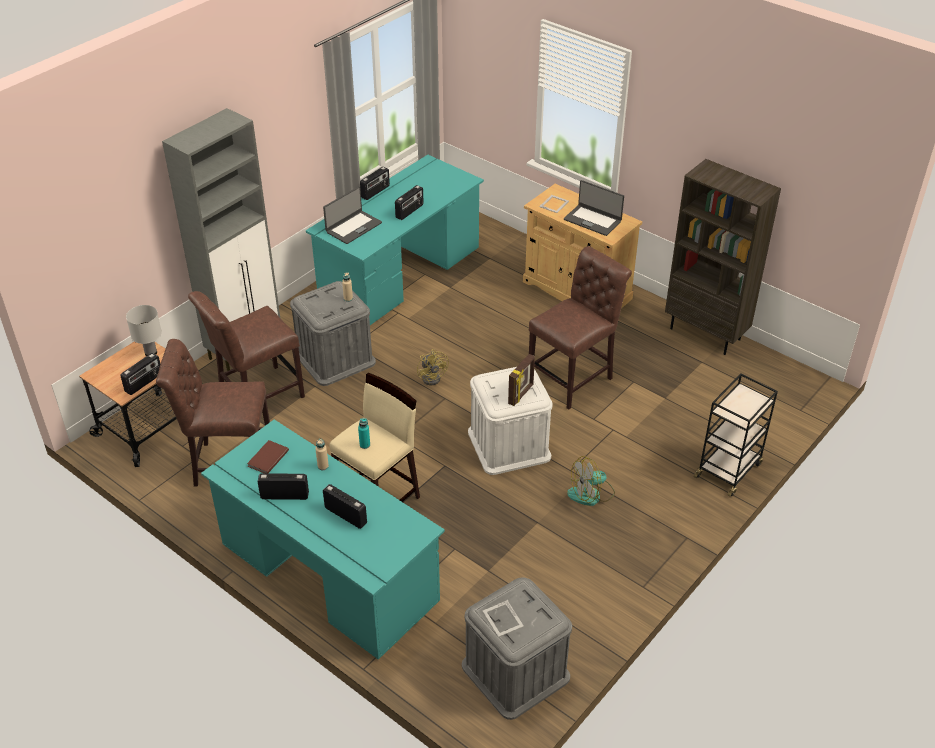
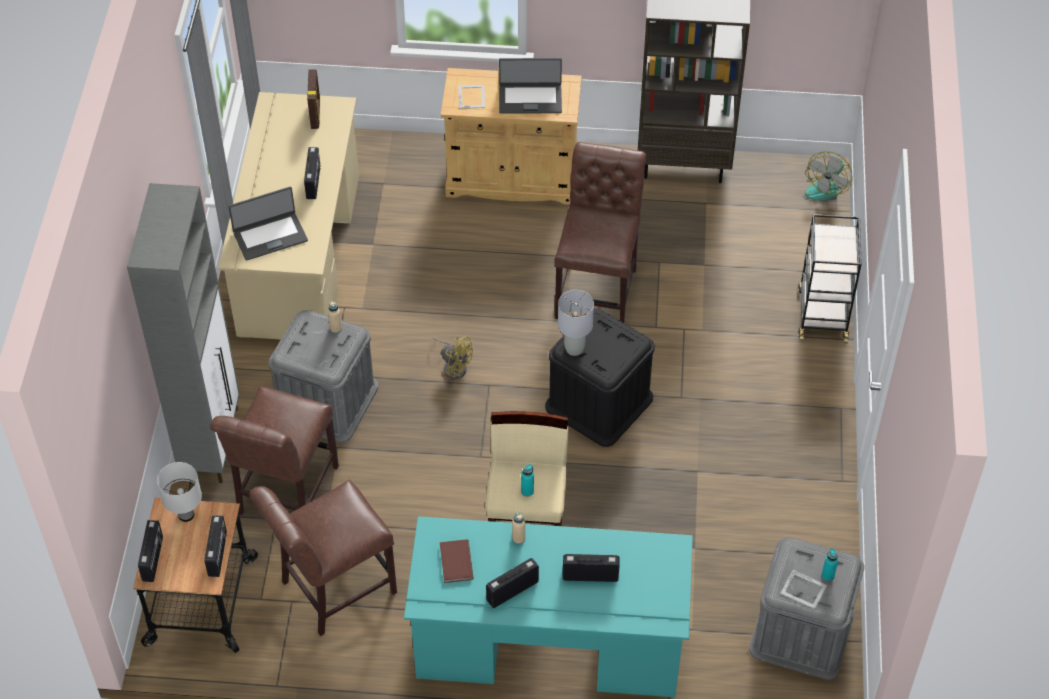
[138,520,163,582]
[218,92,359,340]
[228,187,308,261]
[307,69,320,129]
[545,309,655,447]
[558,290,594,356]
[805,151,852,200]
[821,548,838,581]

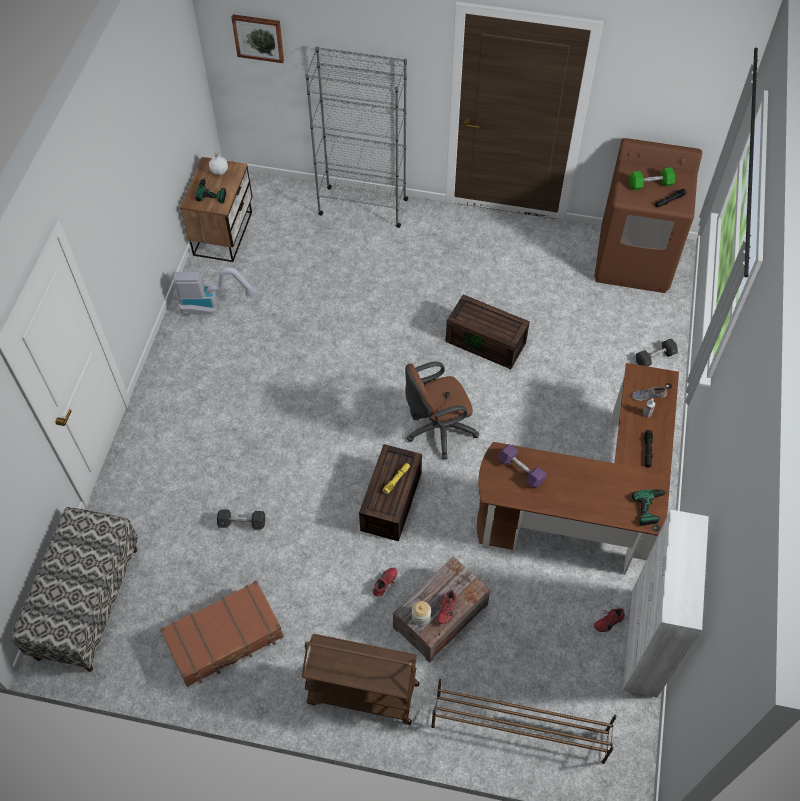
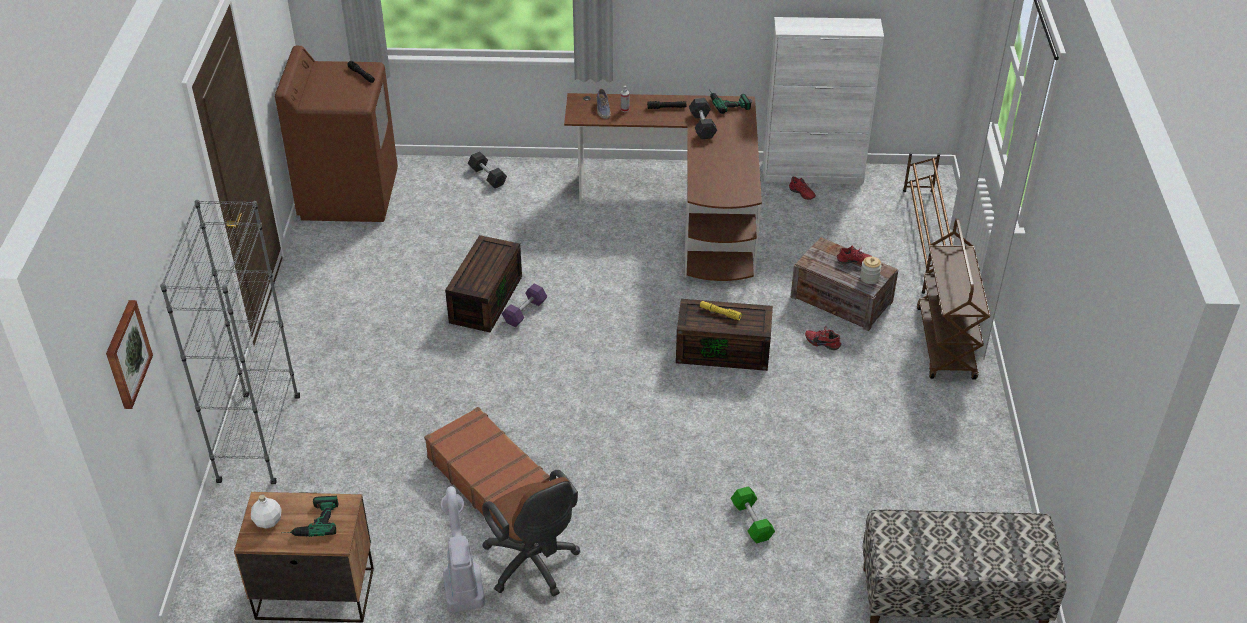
[424,407,550,516]
[482,470,580,597]
[502,284,547,327]
[689,98,717,139]
[731,486,775,543]

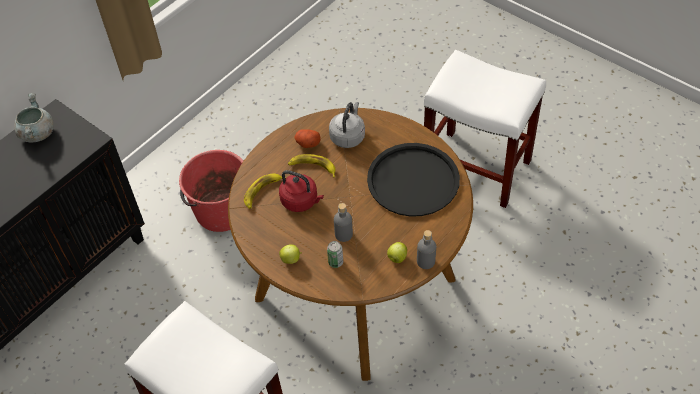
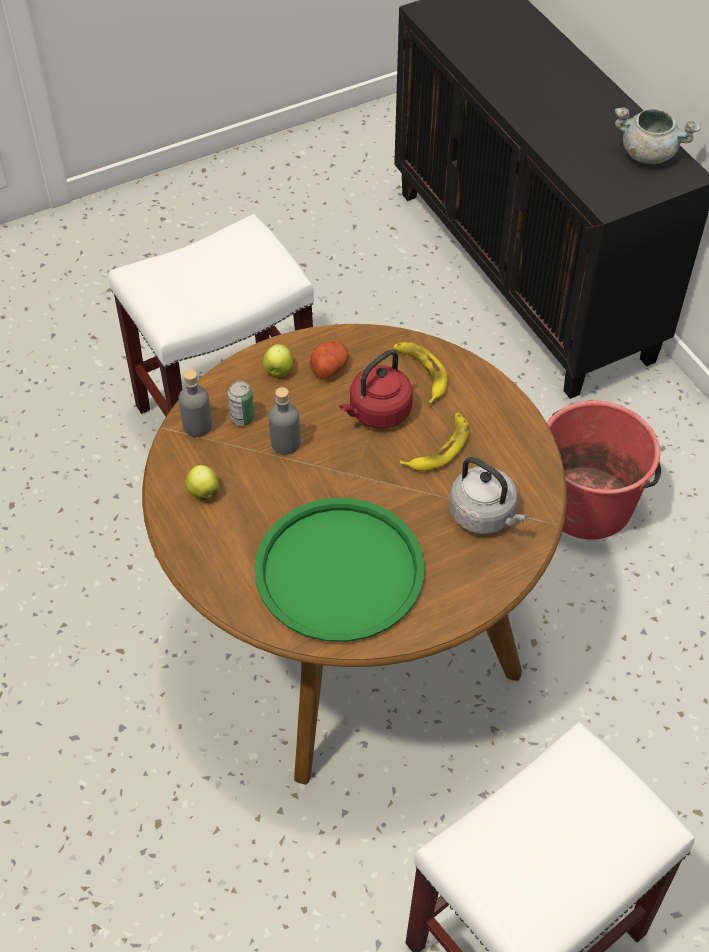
[179,370,212,437]
[255,498,425,642]
[310,341,349,380]

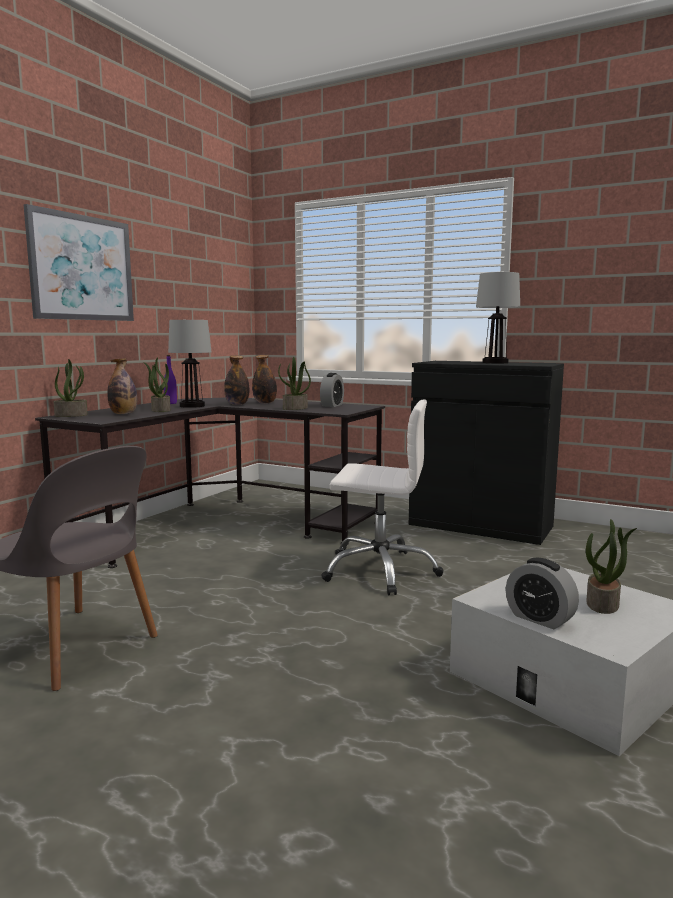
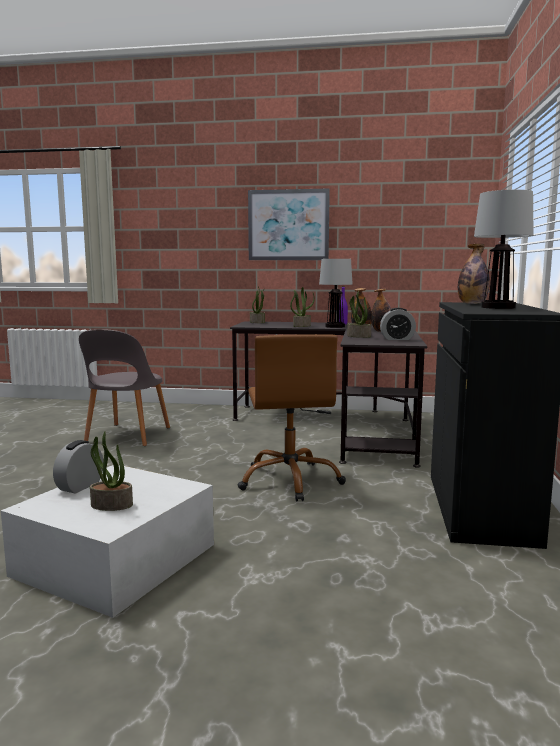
[238,334,346,502]
[458,244,490,304]

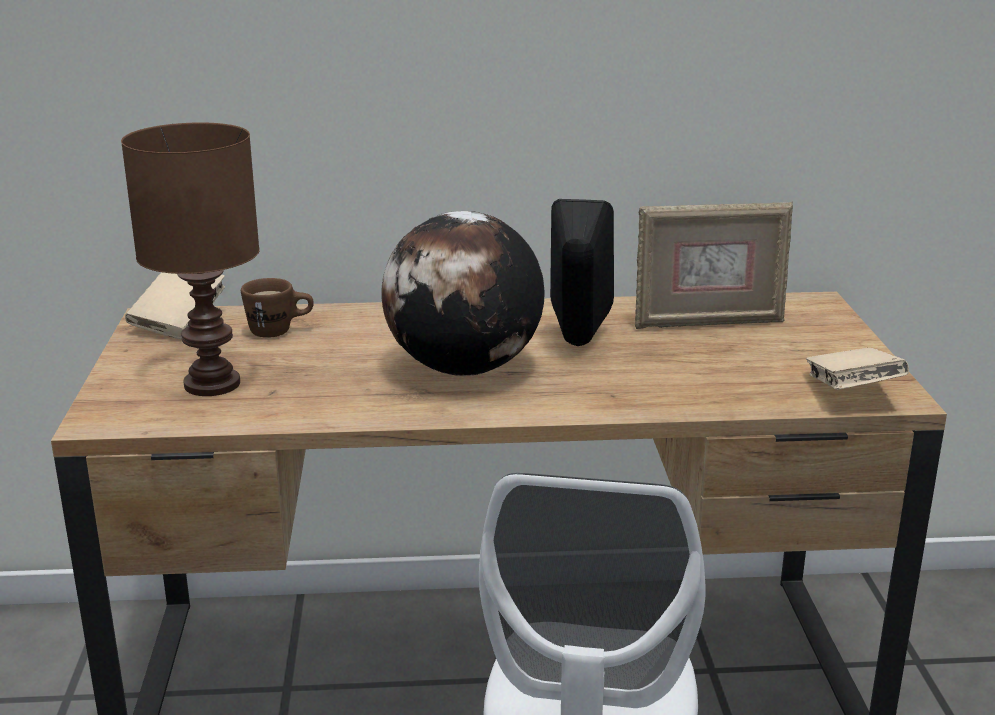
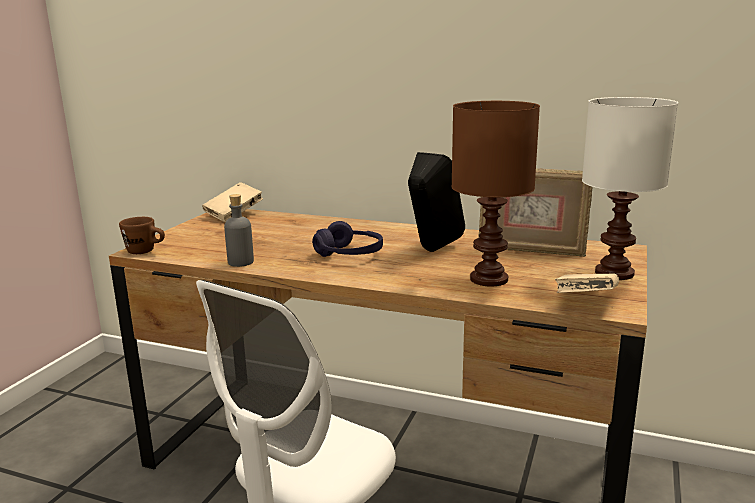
[119,217,165,254]
[224,194,254,267]
[313,221,383,257]
[451,101,540,287]
[582,97,678,280]

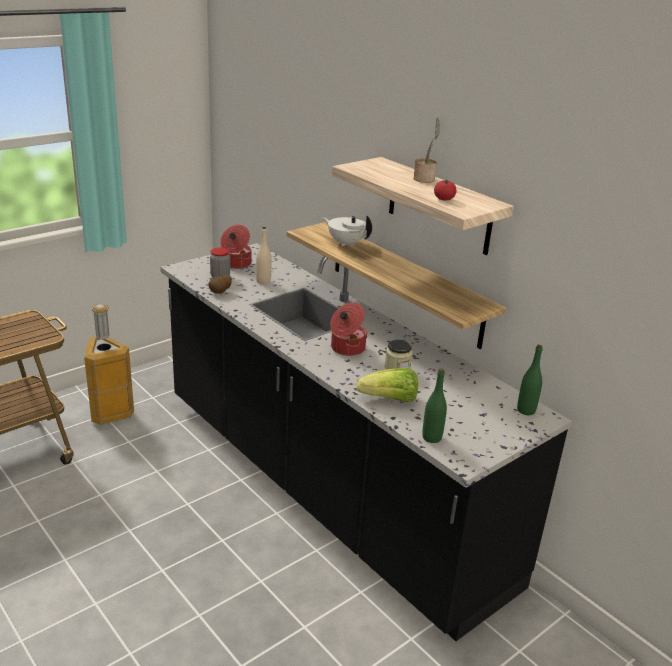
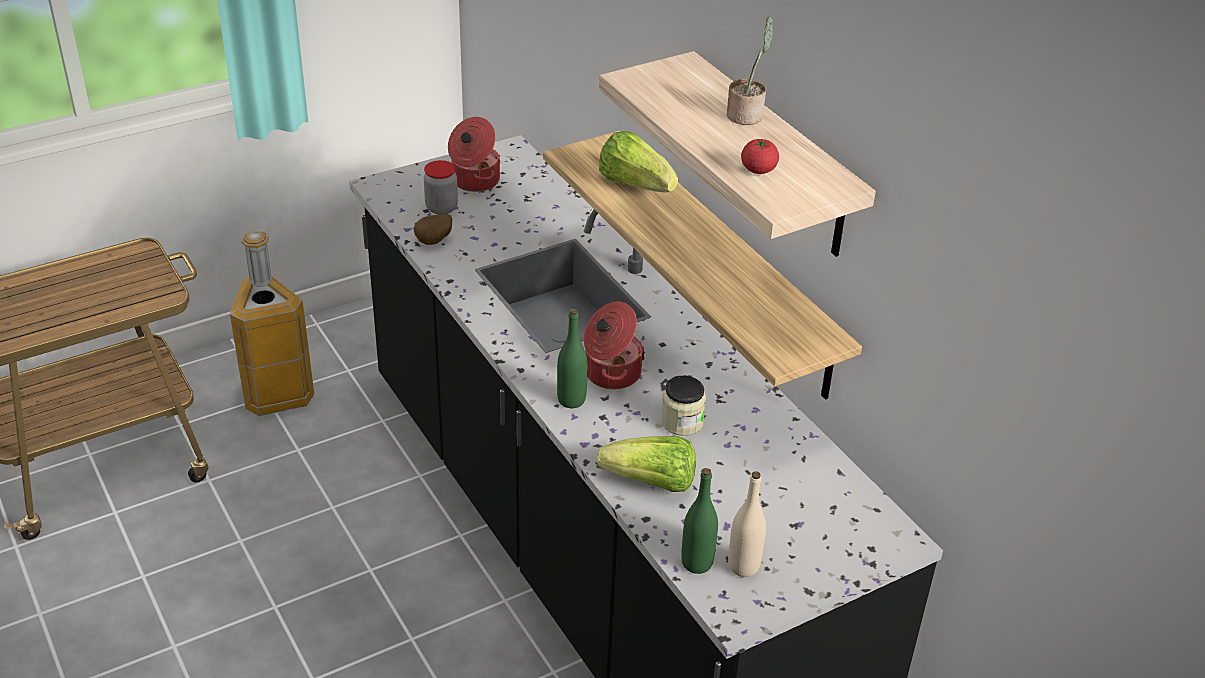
[557,309,588,408]
[599,131,678,192]
[728,471,766,577]

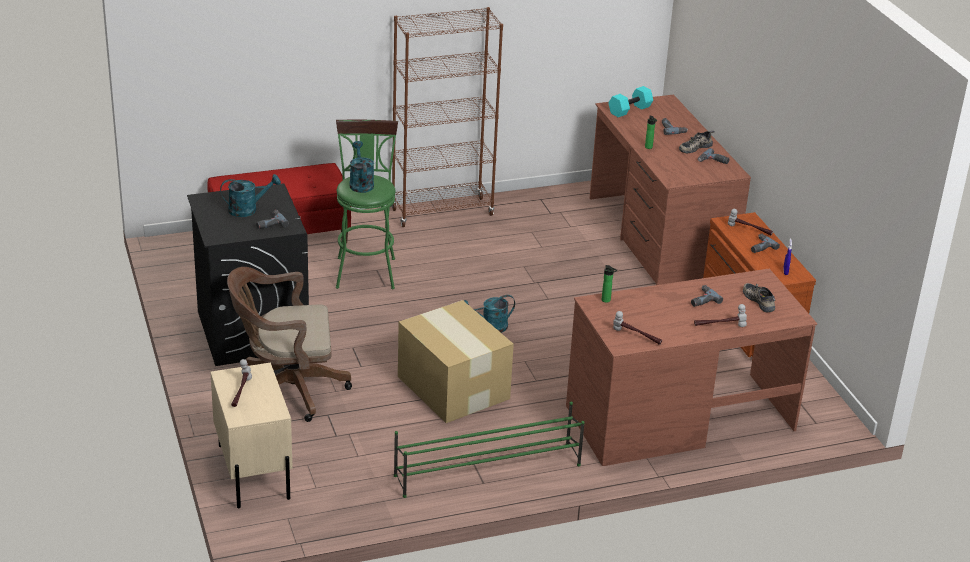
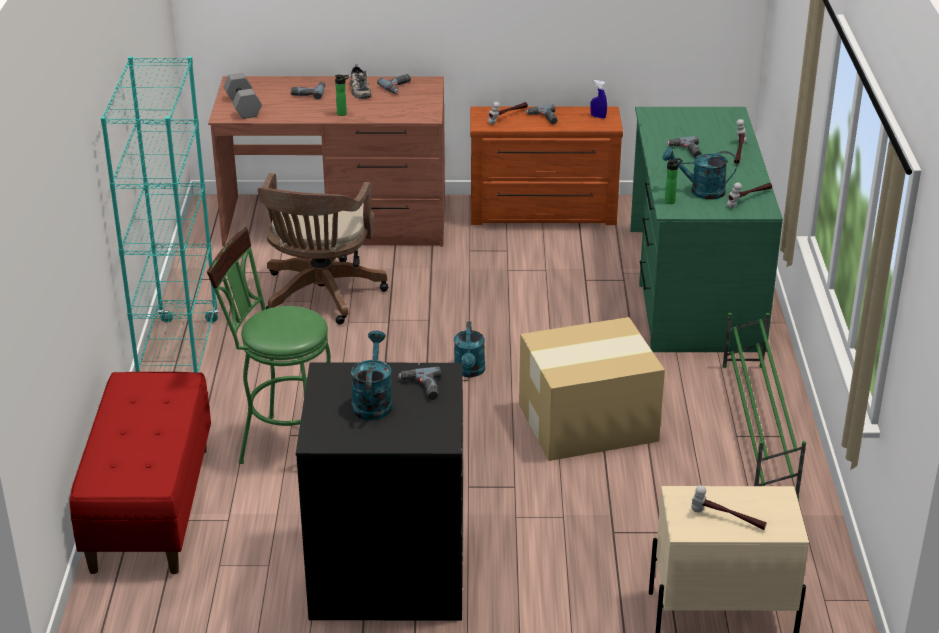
[100,56,219,372]
[223,73,262,119]
[258,173,388,325]
[630,107,783,352]
[662,148,737,200]
[743,283,775,313] (first image)

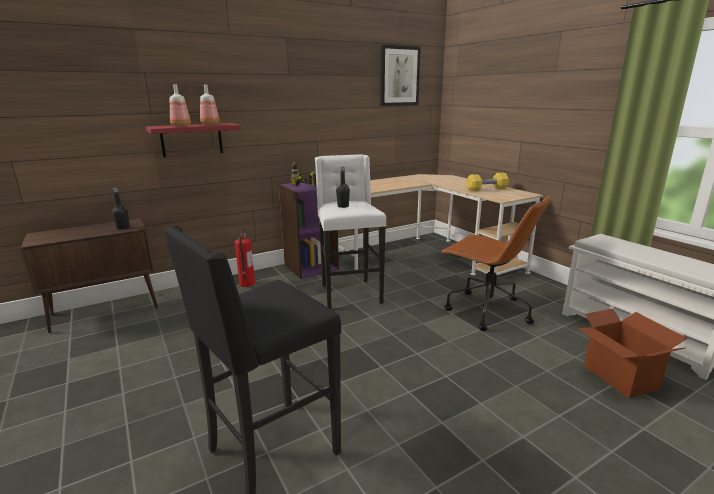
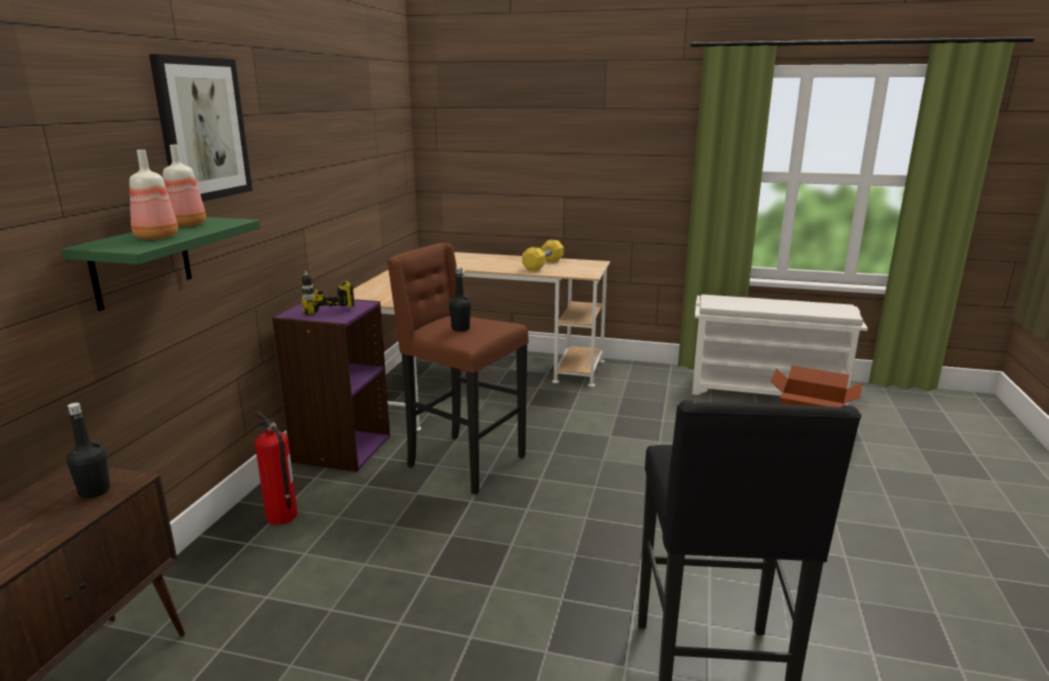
[61,217,260,311]
[149,54,252,201]
[387,243,528,495]
[440,196,551,331] (first image)

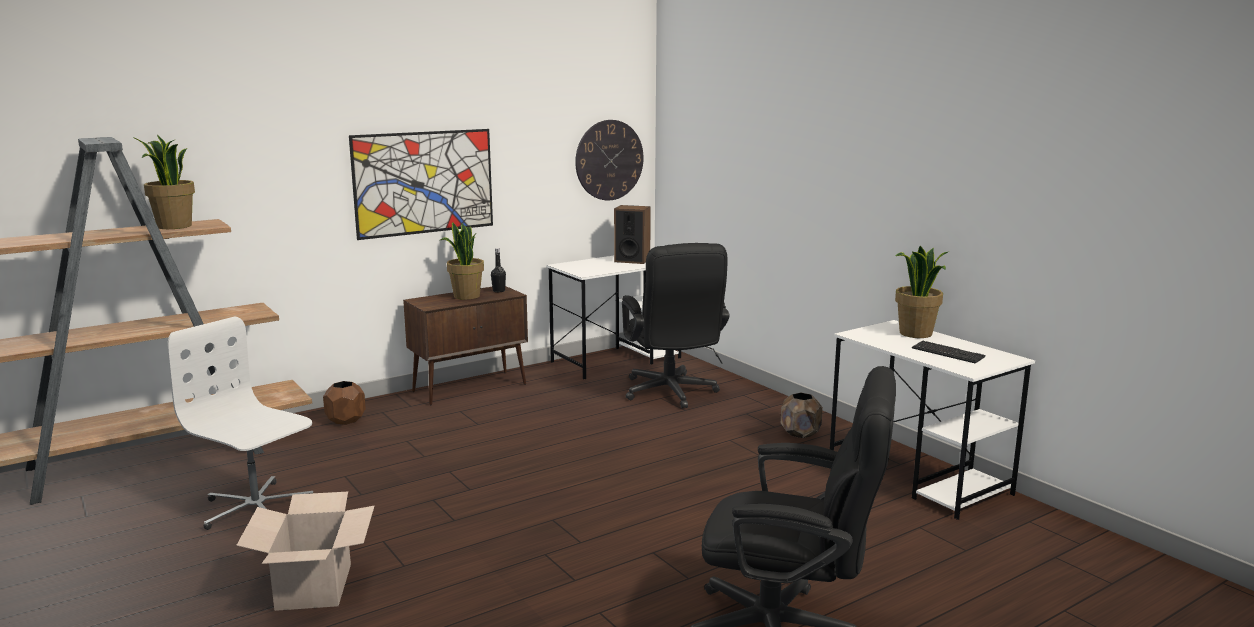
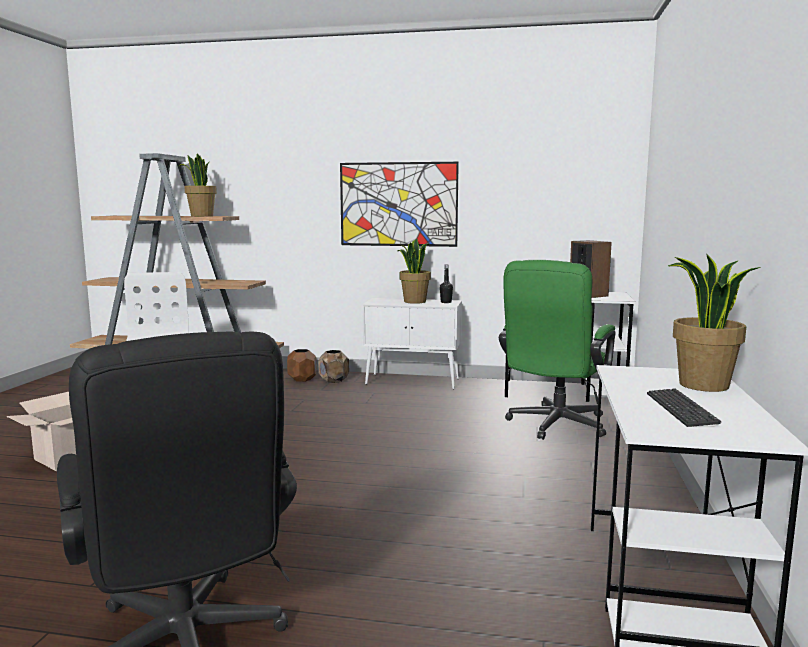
[318,350,349,383]
[362,298,462,390]
[499,260,616,440]
[575,120,644,200] (first image)

